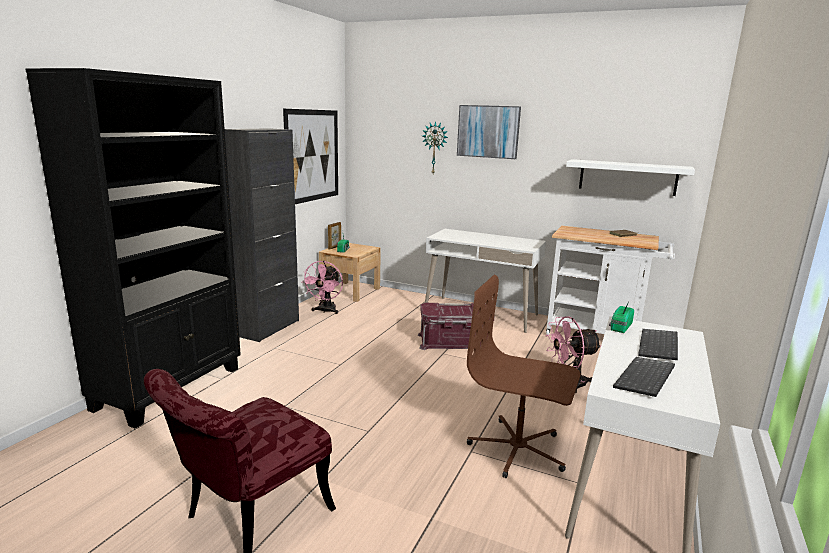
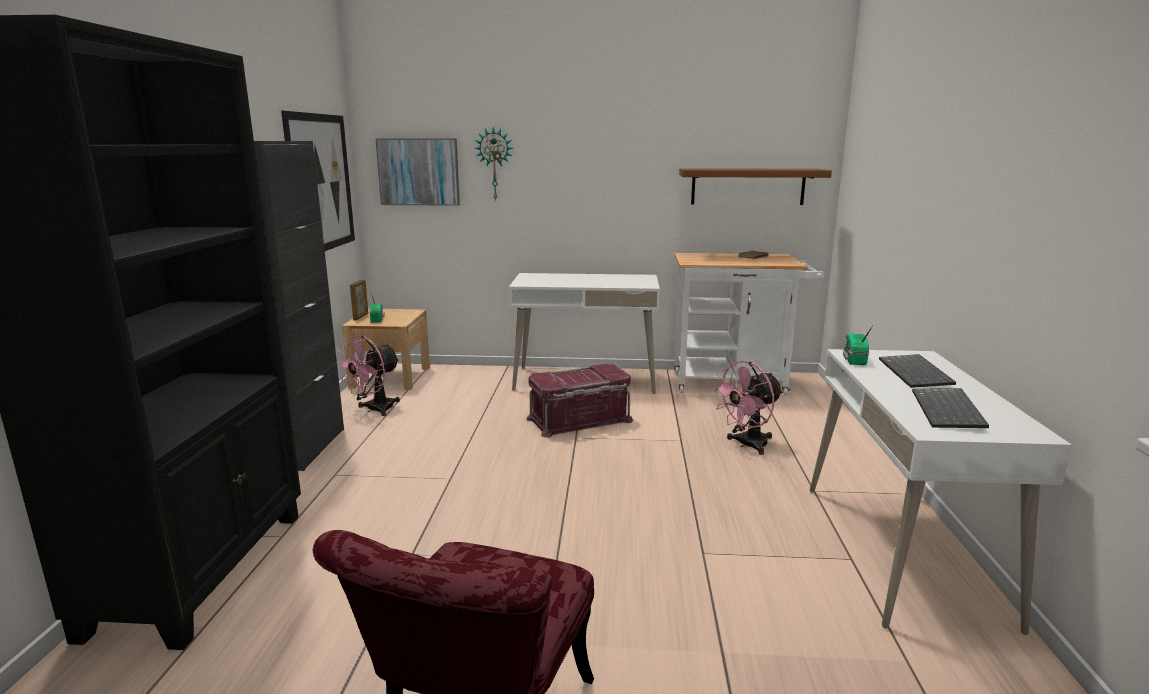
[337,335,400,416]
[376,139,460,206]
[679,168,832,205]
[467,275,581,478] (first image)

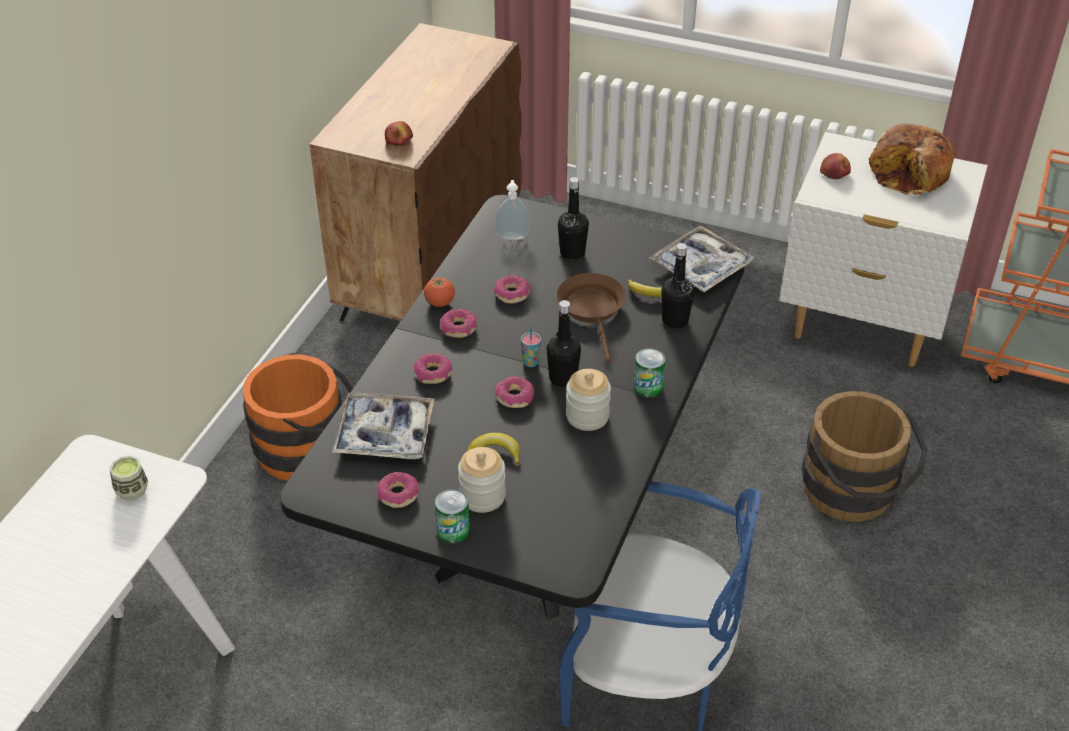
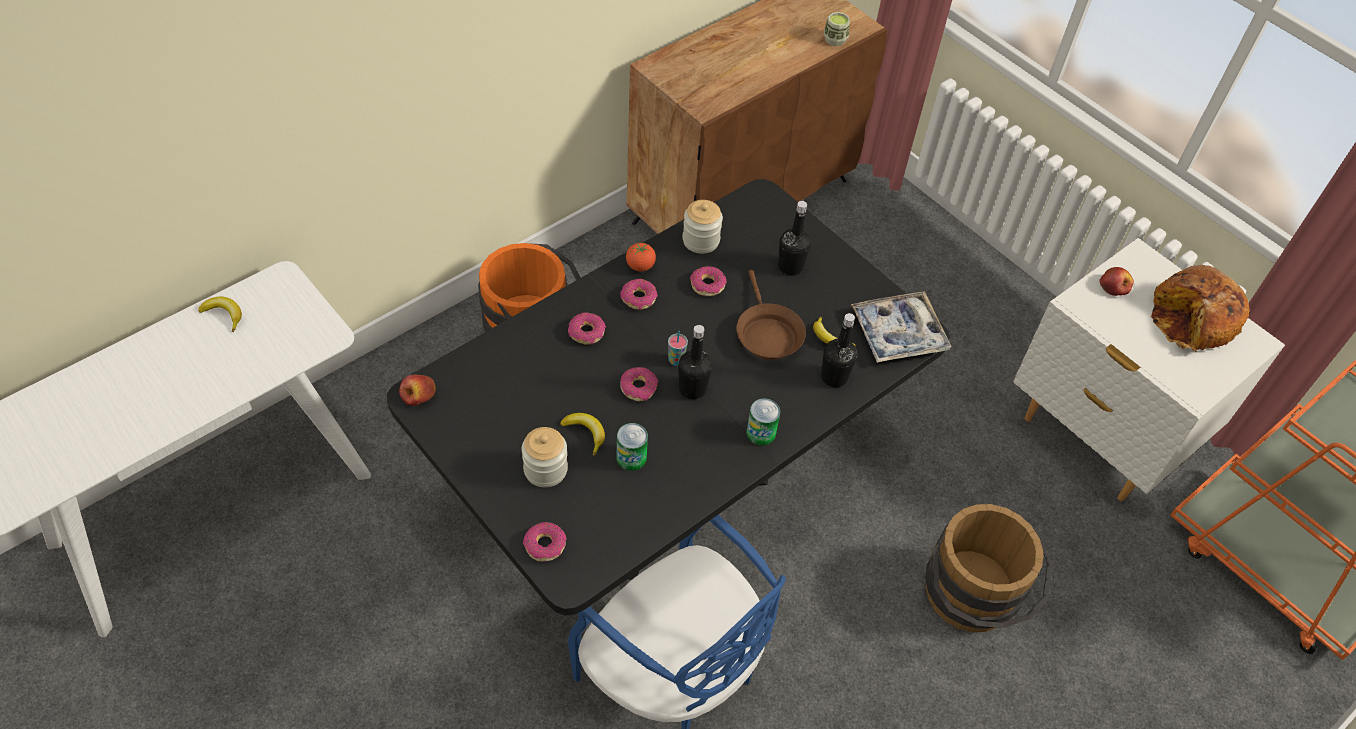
[198,297,242,332]
[399,375,436,406]
[523,522,566,562]
[616,423,648,471]
[683,200,723,254]
[736,270,806,360]
[824,12,850,46]
[332,393,434,459] (first image)
[495,180,530,240] (first image)

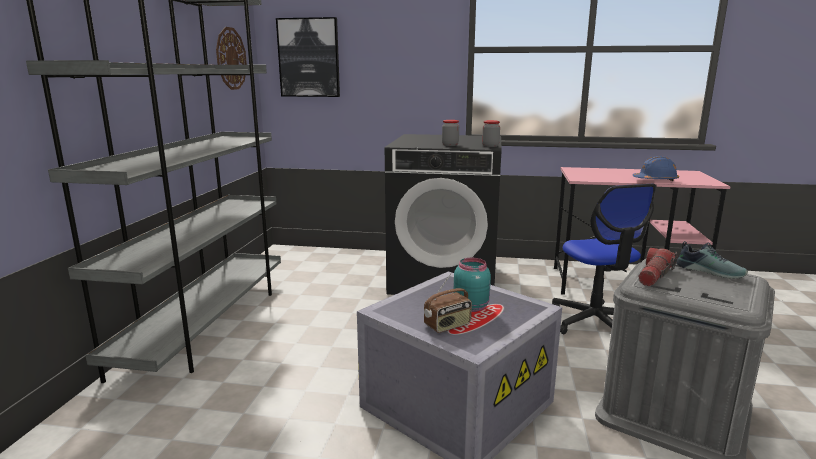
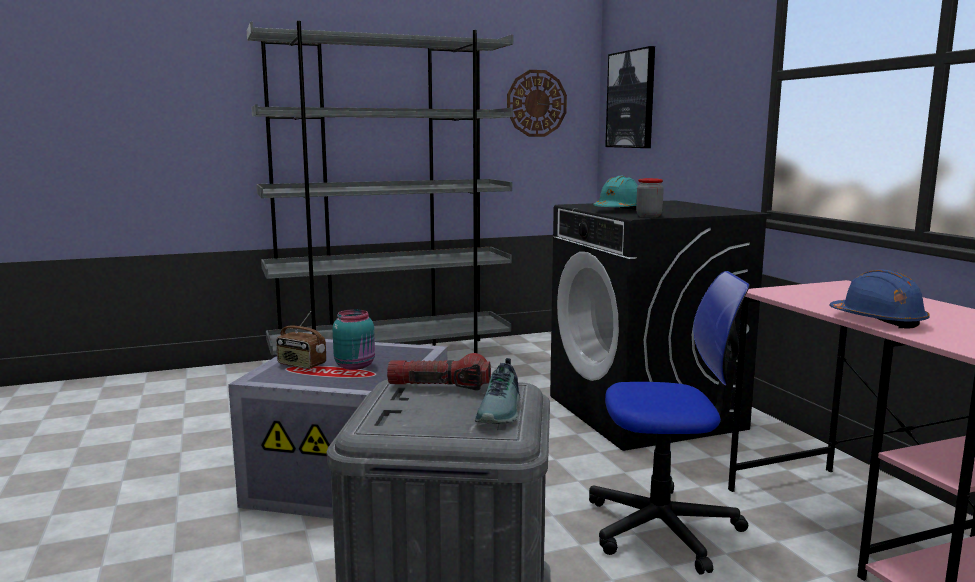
[589,271,750,575]
[593,176,638,210]

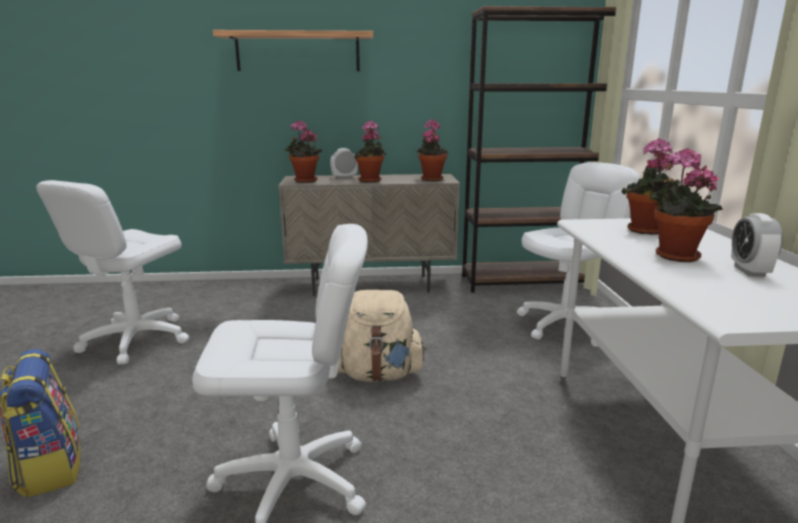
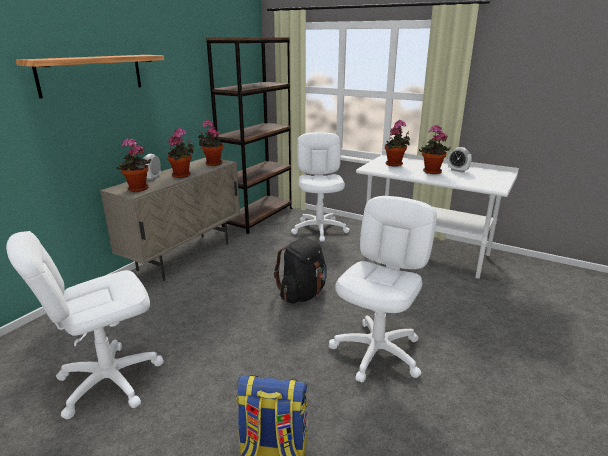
[6,231,164,419]
[274,238,327,304]

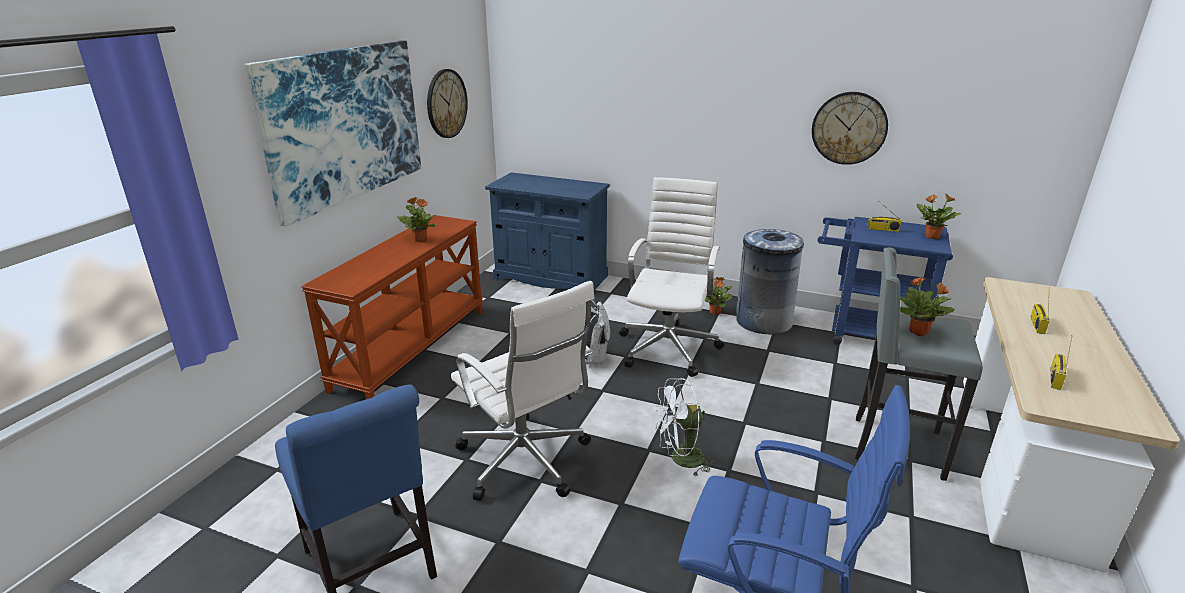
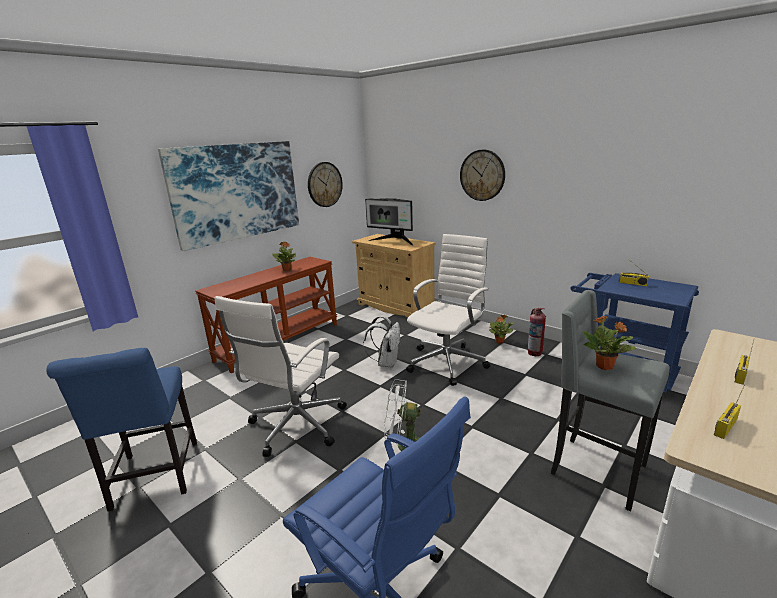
[215,296,347,457]
[352,234,436,318]
[365,198,414,246]
[460,149,505,201]
[528,308,546,356]
[917,194,962,239] (first image)

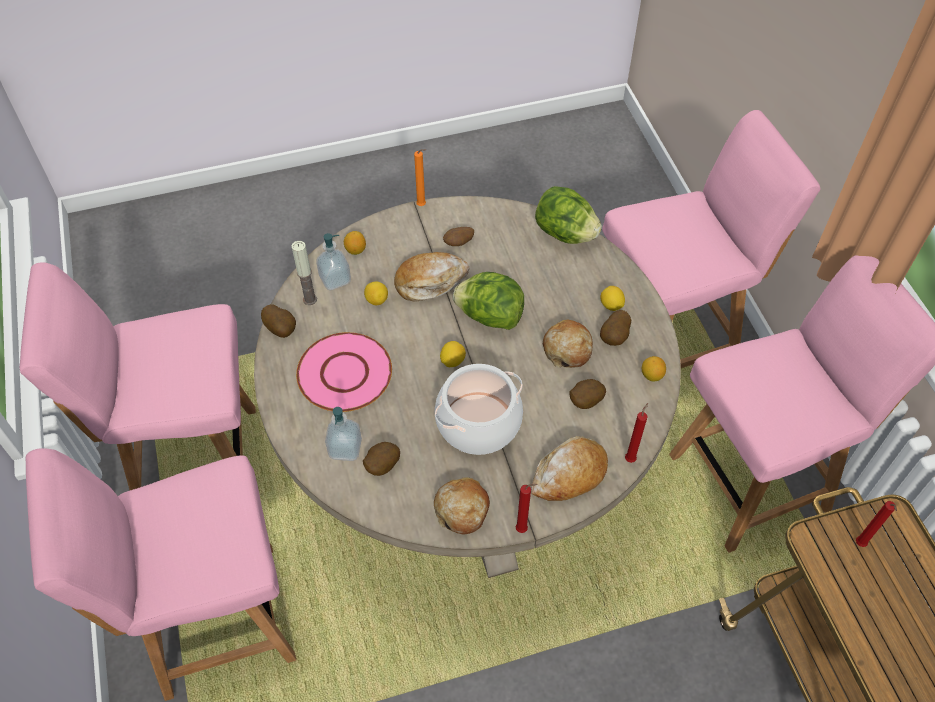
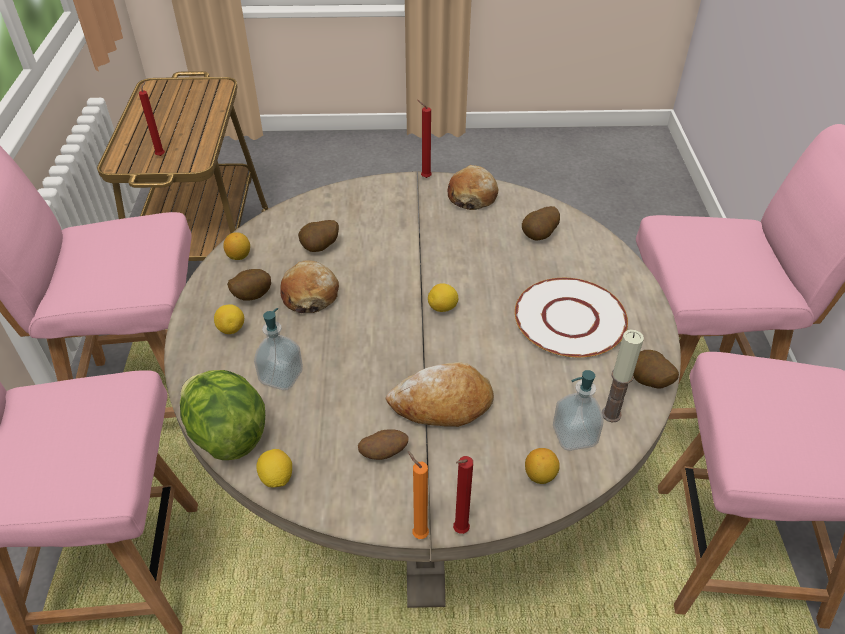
[254,308,303,390]
[256,449,292,487]
[453,456,473,534]
[515,278,628,357]
[435,364,523,455] (first image)
[453,272,524,330] (first image)
[531,436,608,501] (first image)

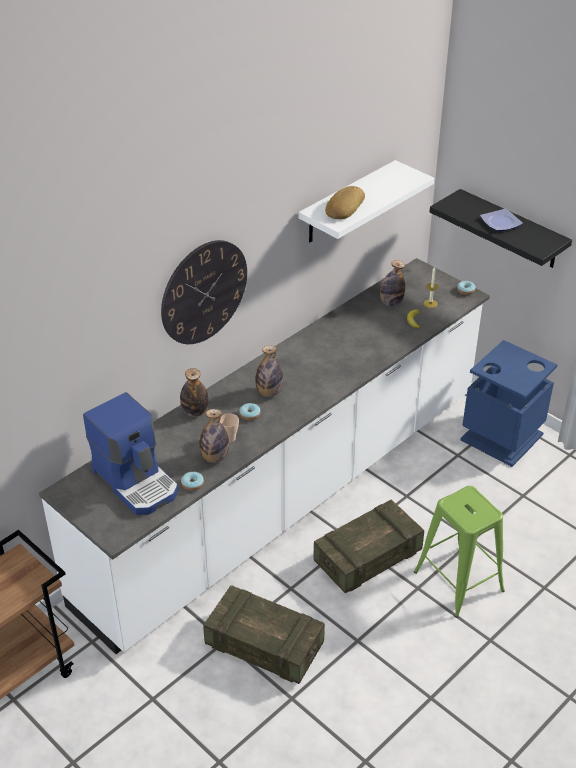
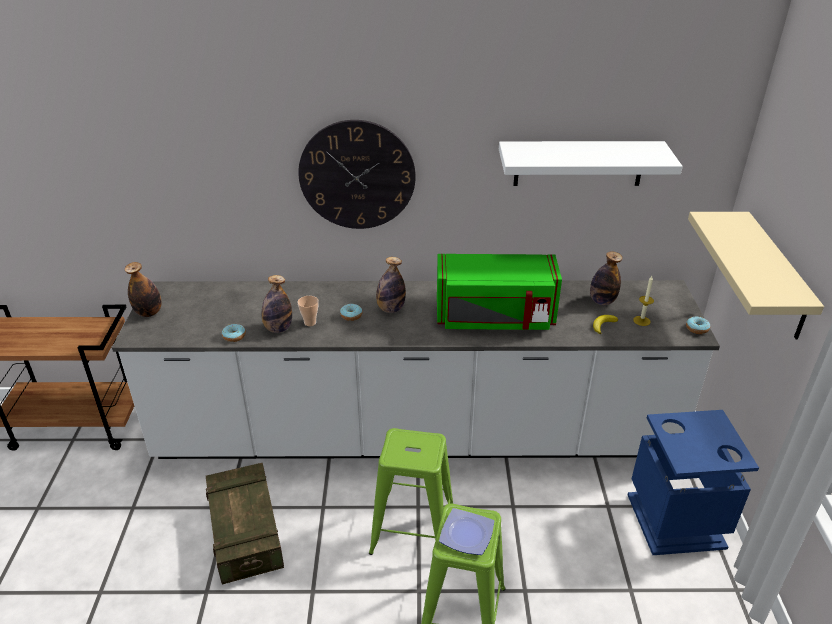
[125,262,161,317]
[369,428,453,555]
[437,254,562,330]
[439,508,494,555]
[688,212,824,339]
[83,392,178,515] (first image)
[325,186,365,219] (first image)

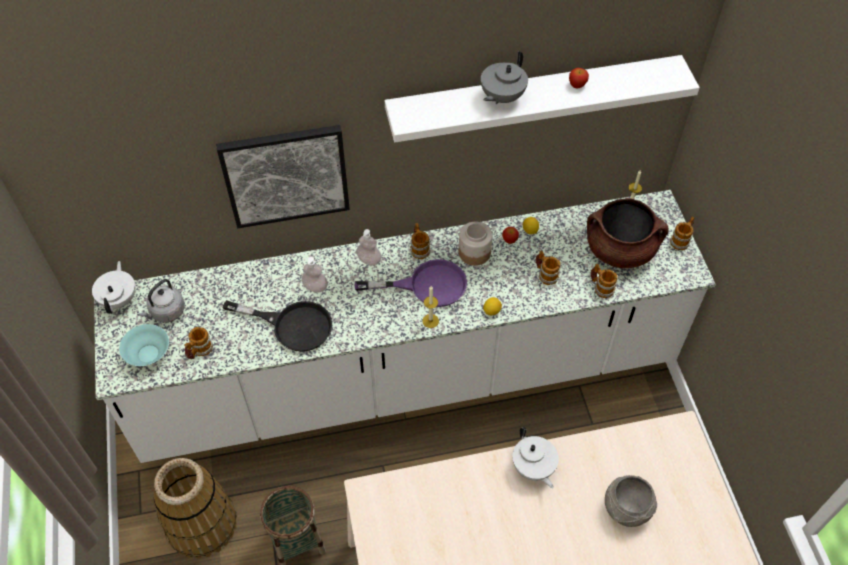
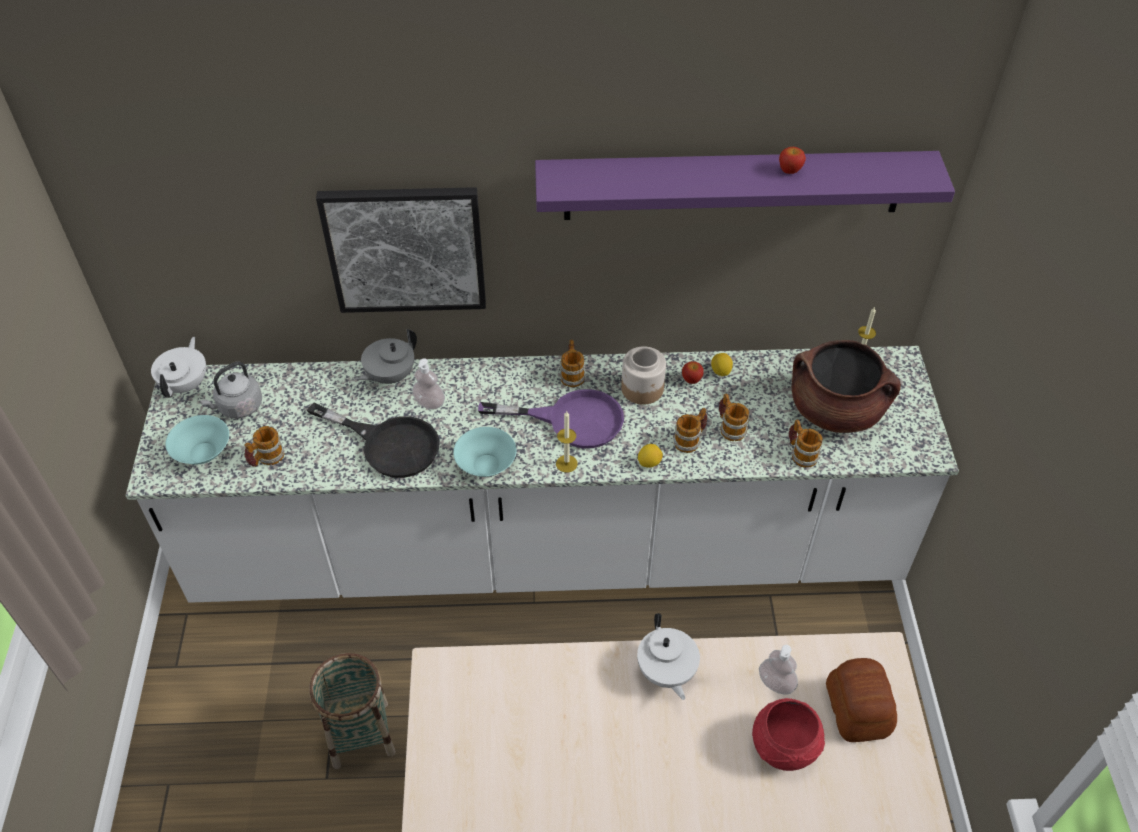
[355,329,417,384]
[453,427,516,477]
[535,151,955,220]
[673,408,707,453]
[752,698,825,771]
[759,645,798,694]
[826,658,897,742]
[153,458,237,559] (first image)

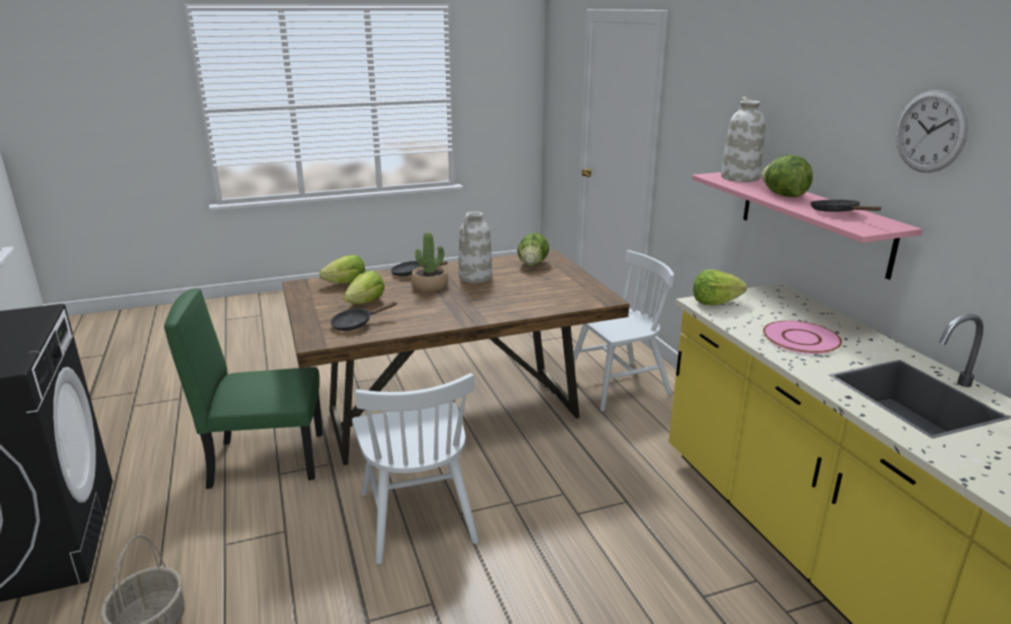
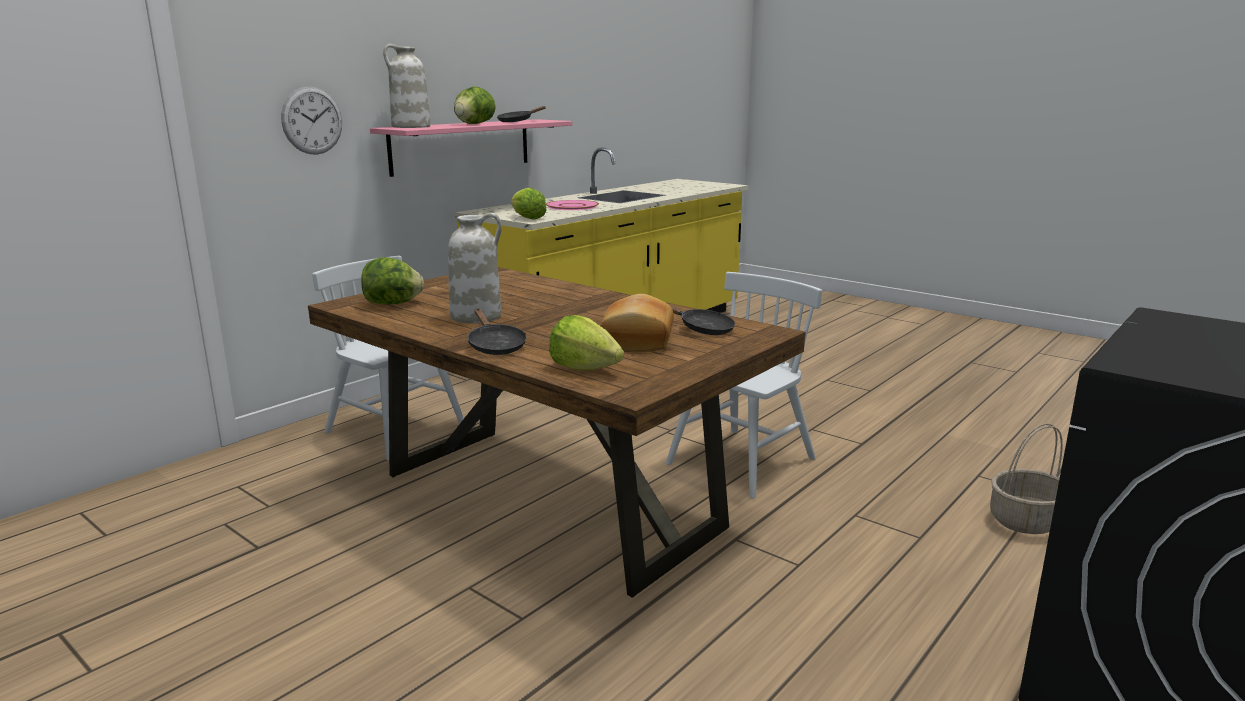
[281,86,342,155]
[600,294,674,352]
[164,288,323,489] (first image)
[411,232,448,292] (first image)

